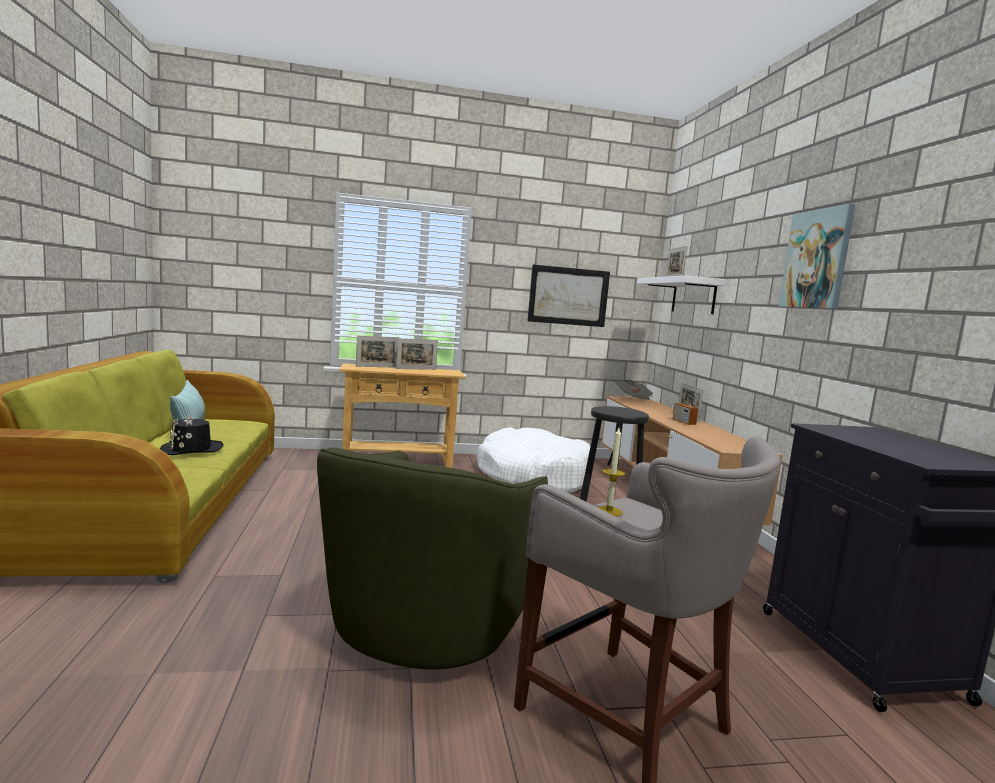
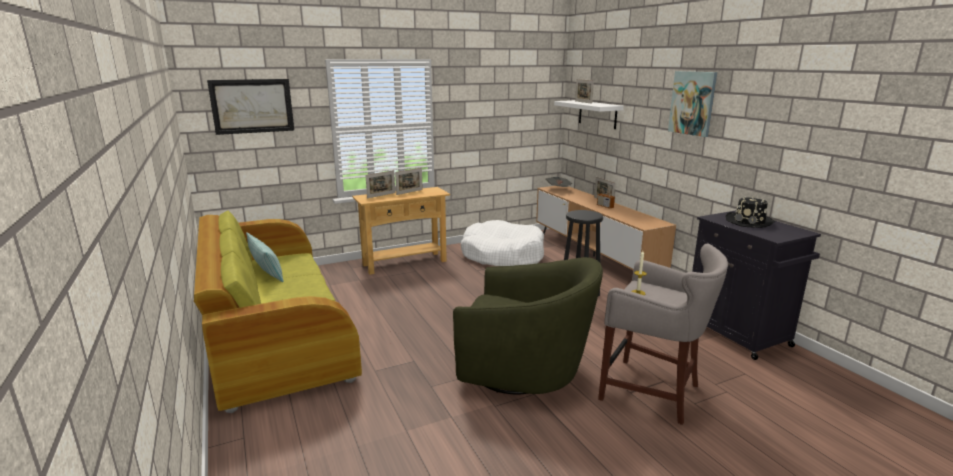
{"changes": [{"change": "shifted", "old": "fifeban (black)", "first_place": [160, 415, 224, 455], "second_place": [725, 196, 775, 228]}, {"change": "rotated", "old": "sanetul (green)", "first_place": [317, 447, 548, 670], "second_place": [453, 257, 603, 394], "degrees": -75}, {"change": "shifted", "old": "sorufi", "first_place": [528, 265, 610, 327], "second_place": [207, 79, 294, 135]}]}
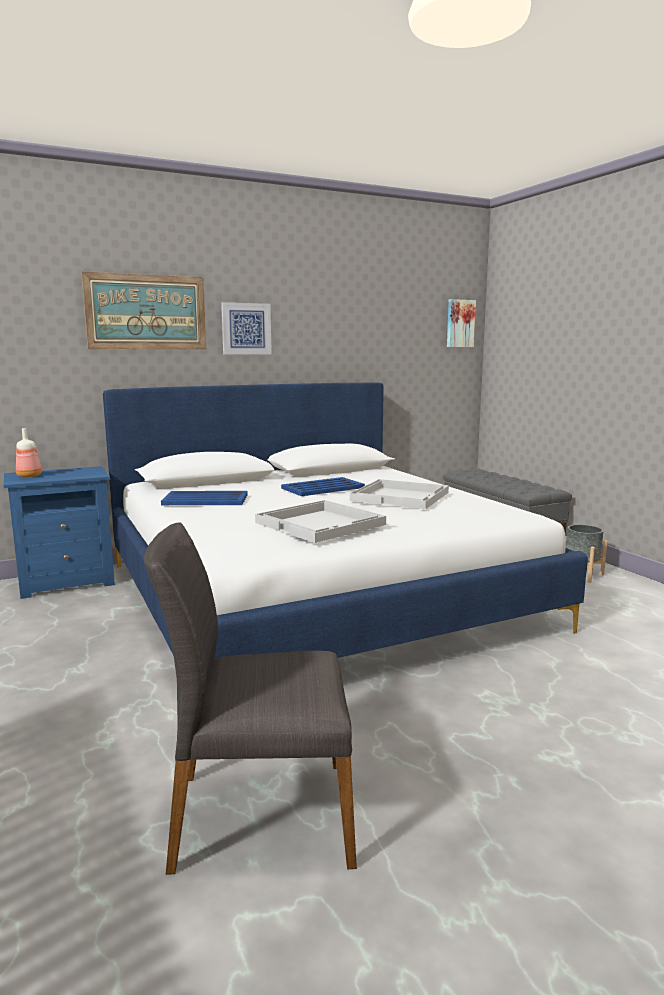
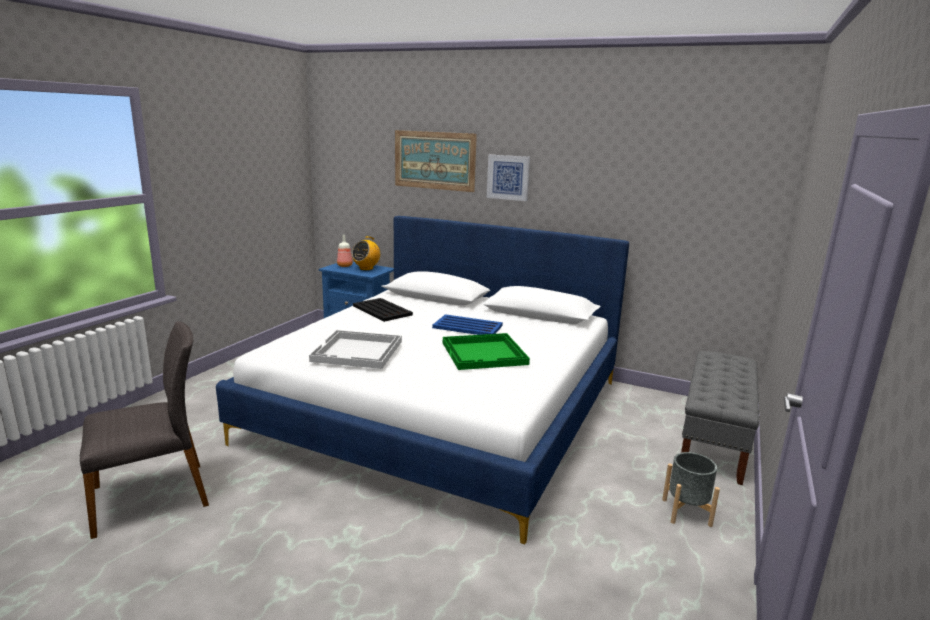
{"changes": [{"change": "rotated", "old": "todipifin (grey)", "first_place": [144, 522, 357, 875], "second_place": [80, 321, 209, 539], "degrees": 105}, {"change": "repainted", "old": "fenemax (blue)", "new": "fenemax (black)", "first_place": [161, 491, 248, 505], "second_place": [353, 298, 413, 322]}, {"change": "repainted", "old": "fenemax (white)", "new": "fenemax (green)", "first_place": [350, 479, 449, 509], "second_place": [443, 333, 530, 370]}, {"change": "gone", "old": "sorufi", "first_place": [447, 299, 476, 347]}, {"change": "new", "new": "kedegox", "second_place": [352, 236, 380, 270]}]}
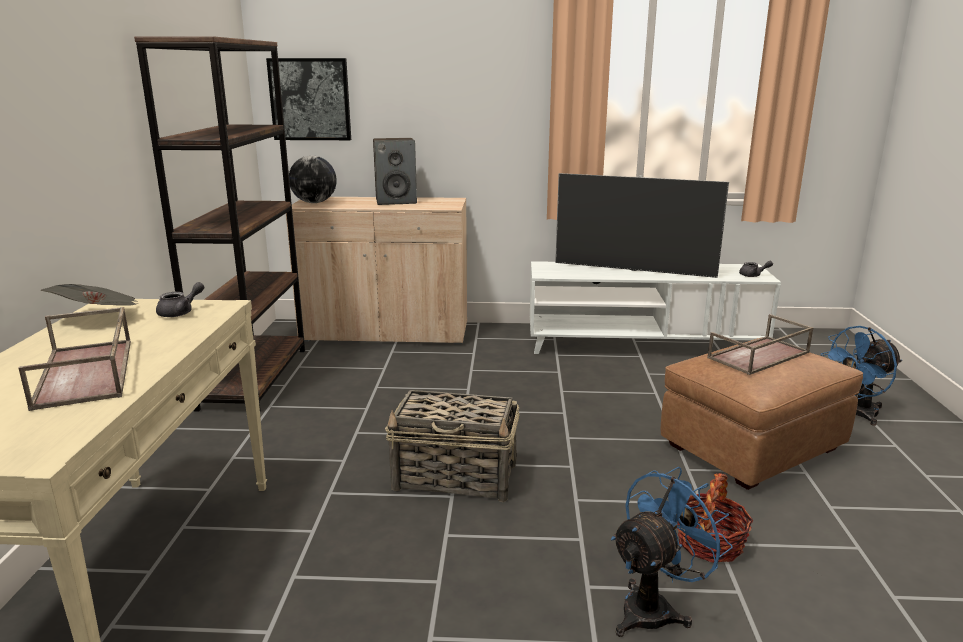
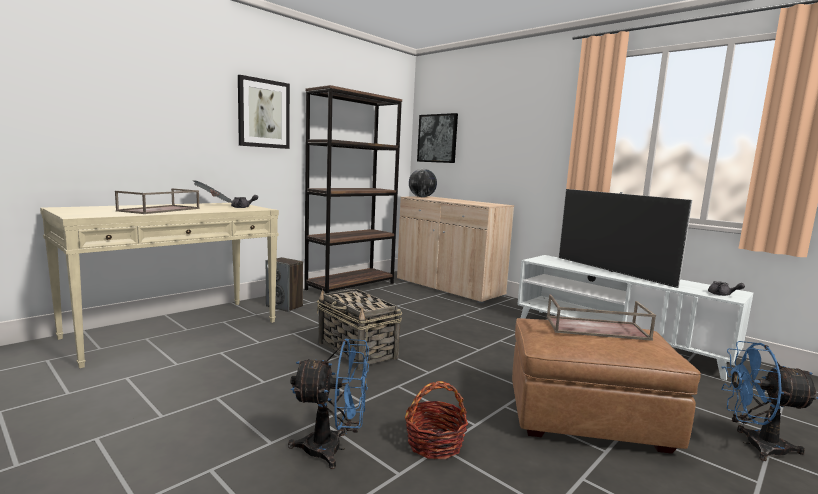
{"changes": [{"change": "shifted", "old": "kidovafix", "first_place": [373, 138, 417, 205], "second_place": [266, 257, 303, 312]}, {"change": "new", "new": "sorufi", "second_place": [238, 75, 290, 149]}]}
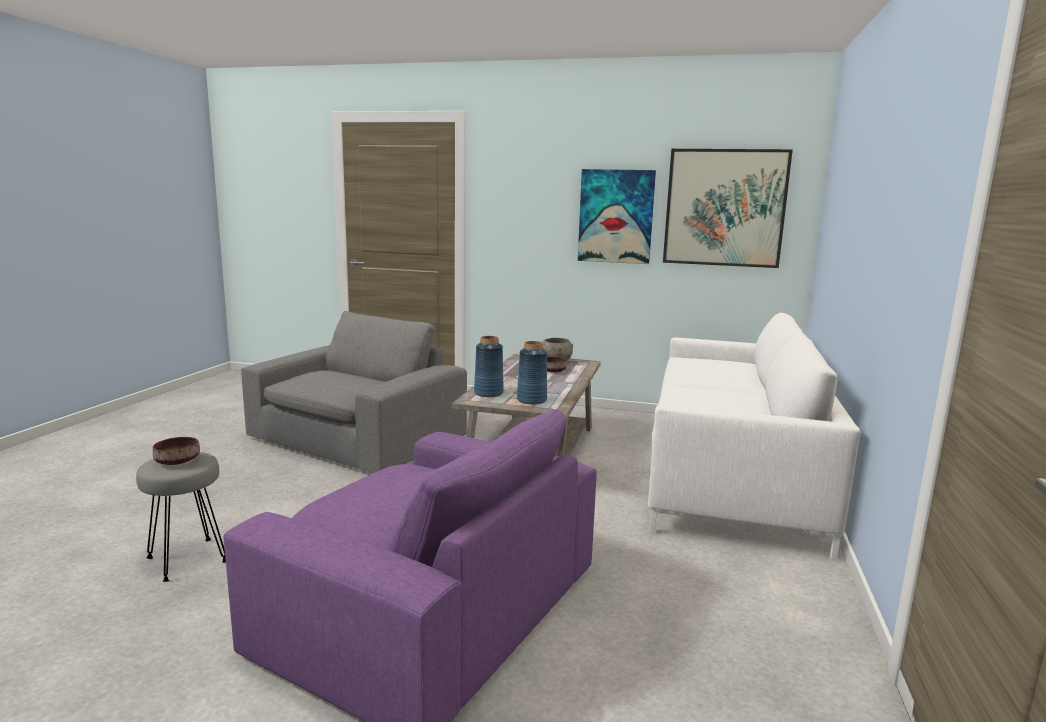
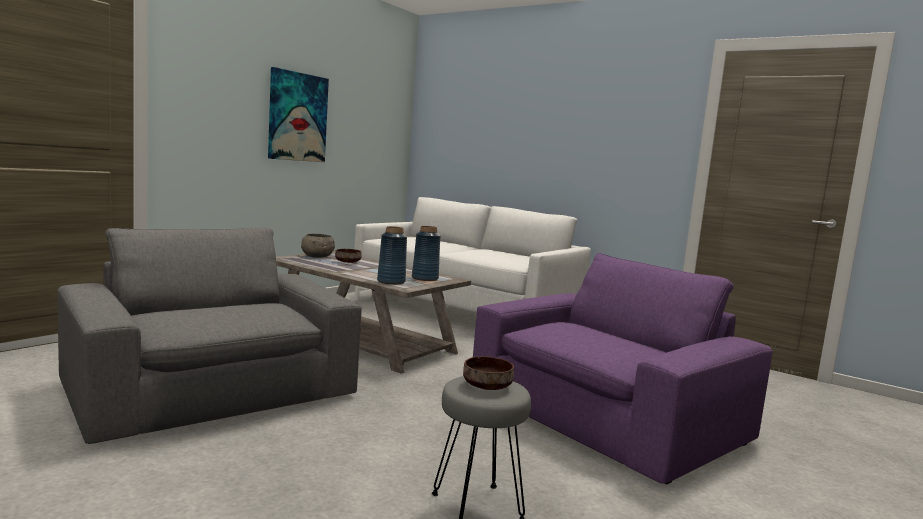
{"changes": [{"change": "gone", "old": "sorufi", "first_place": [663, 149, 793, 268]}]}
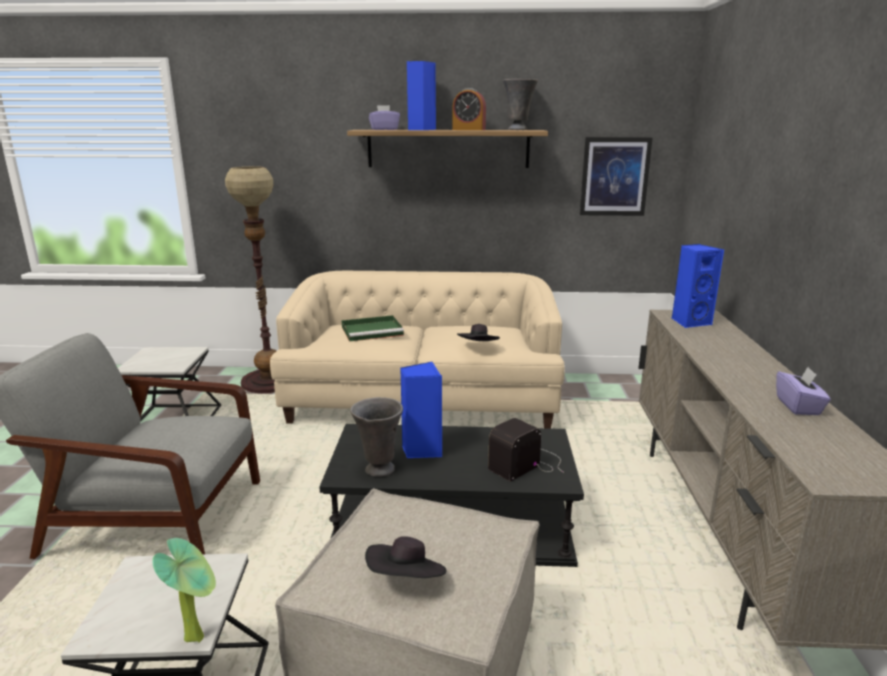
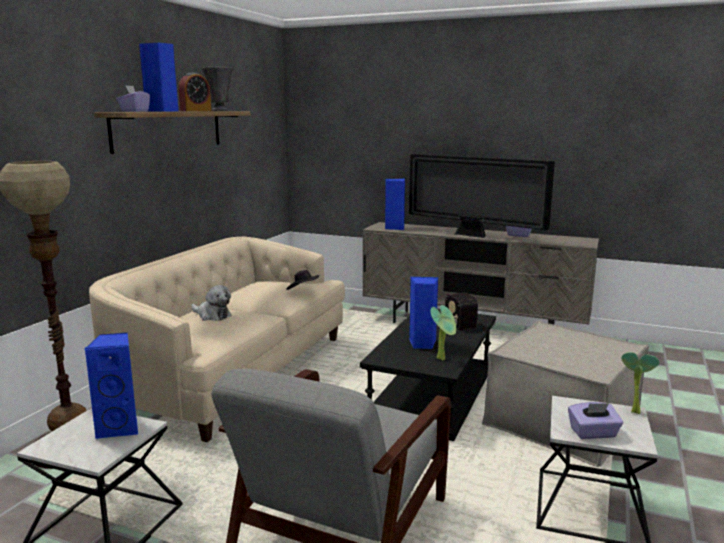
{"changes": [{"change": "swapped", "old": "fenemax (green)", "new": "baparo", "first_place": [342, 315, 404, 342], "second_place": [191, 285, 231, 321]}, {"change": "swapped", "old": "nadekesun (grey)", "new": "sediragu", "first_place": [350, 397, 403, 477], "second_place": [430, 305, 456, 361]}, {"change": "gone", "old": "fifeban (black)", "first_place": [365, 536, 446, 578]}, {"change": "gone", "old": "sorufi", "first_place": [580, 137, 653, 216]}, {"change": "new", "new": "kidovafix (blue)", "second_place": [84, 333, 138, 439]}, {"change": "new", "new": "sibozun", "second_place": [409, 154, 555, 238]}, {"change": "new", "new": "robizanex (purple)", "second_place": [568, 402, 623, 439]}]}
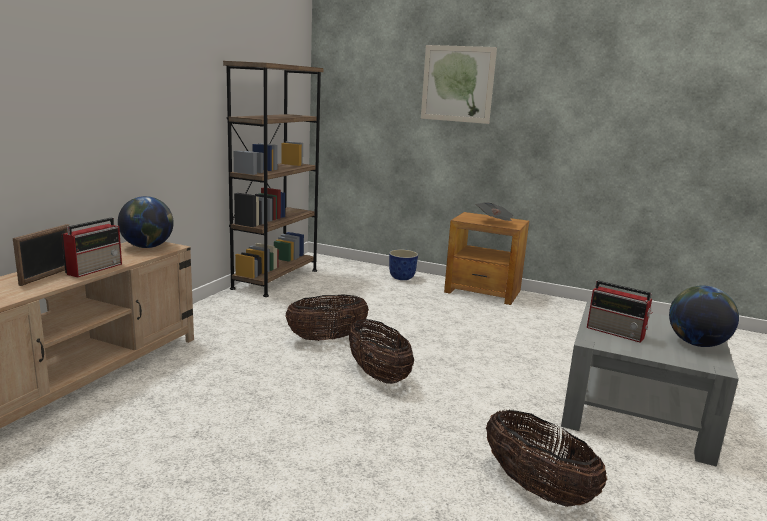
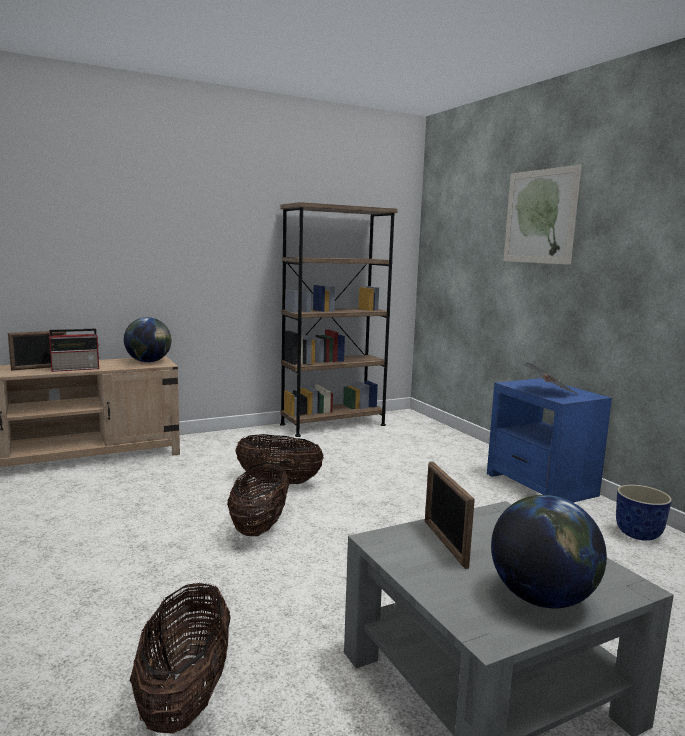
{"changes": [{"change": "shifted", "old": "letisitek", "first_place": [389, 250, 418, 280], "second_place": [616, 485, 672, 541]}, {"change": "repainted", "old": "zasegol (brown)", "new": "zasegol (blue)", "first_place": [444, 212, 529, 305], "second_place": [487, 378, 612, 503]}, {"change": "swapped", "old": "kedegox", "new": "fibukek", "first_place": [587, 281, 652, 343], "second_place": [425, 461, 475, 569]}]}
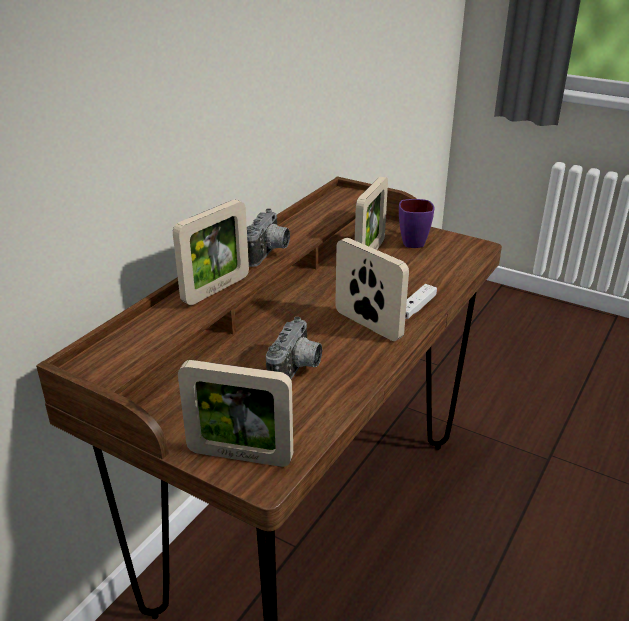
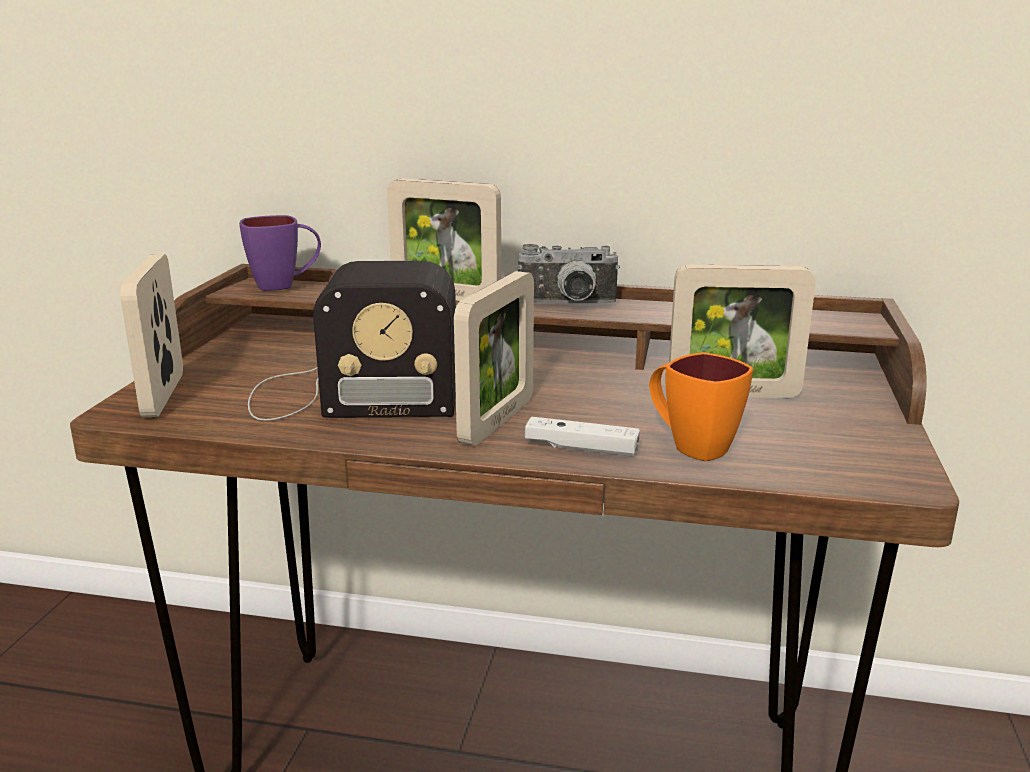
{"changes": [{"change": "swapped", "old": "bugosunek", "new": "kedegox", "first_place": [266, 317, 322, 379], "second_place": [248, 261, 456, 421]}, {"change": "shifted", "old": "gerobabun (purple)", "first_place": [399, 199, 434, 248], "second_place": [239, 215, 321, 291]}, {"change": "new", "new": "gerobabun (orange)", "second_place": [649, 352, 753, 461]}]}
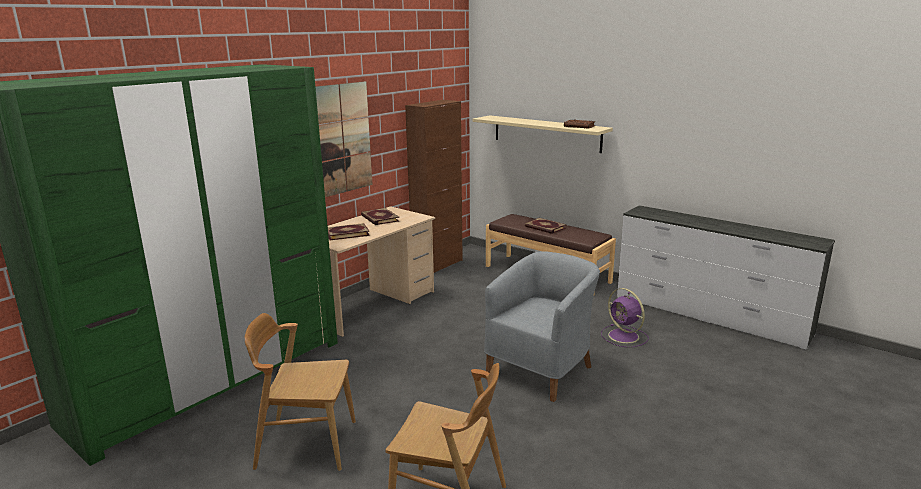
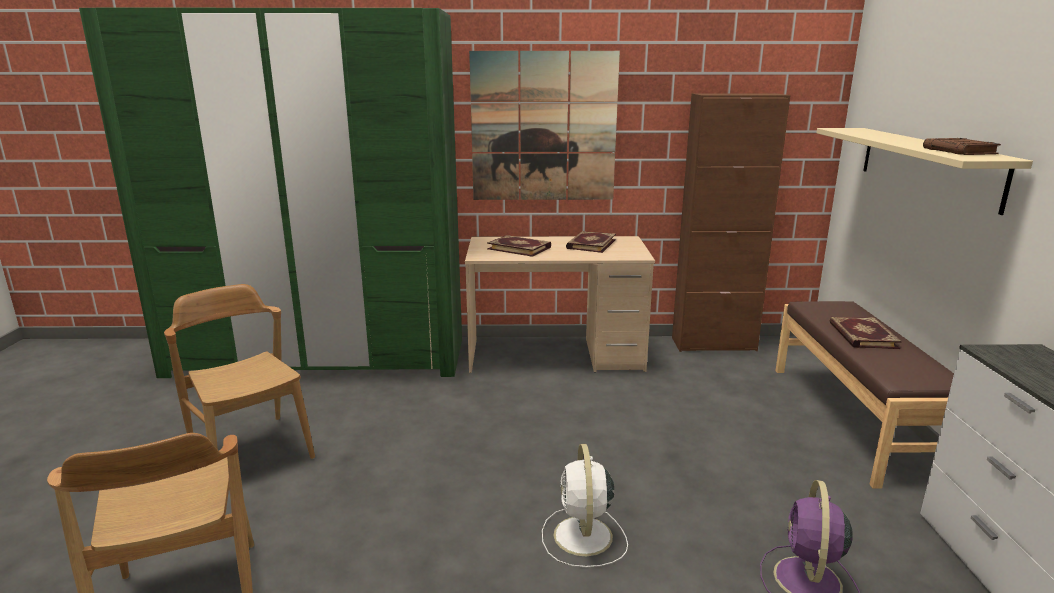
{"changes": [{"change": "swapped", "old": "sanetul (grey)", "new": "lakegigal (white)", "first_place": [484, 251, 600, 402], "second_place": [542, 444, 628, 567]}]}
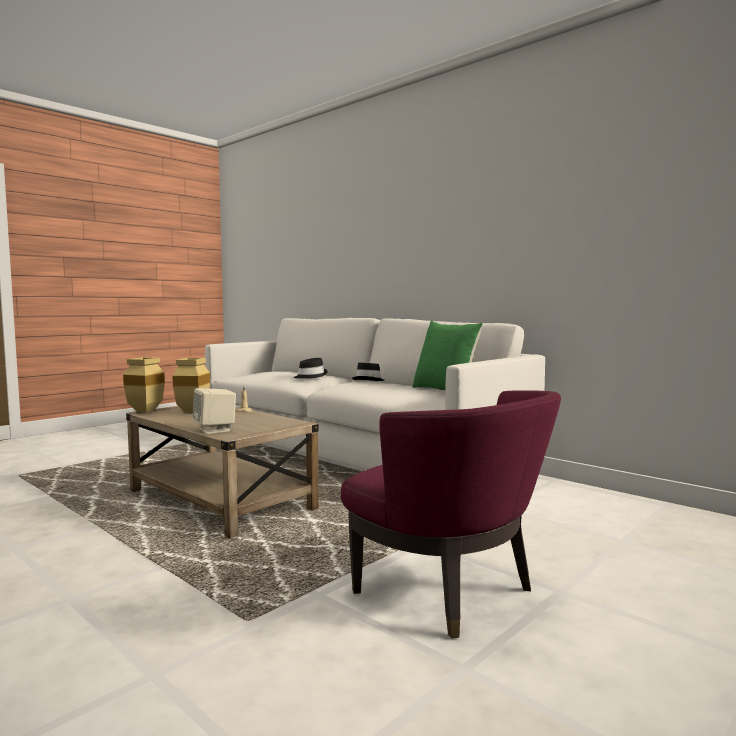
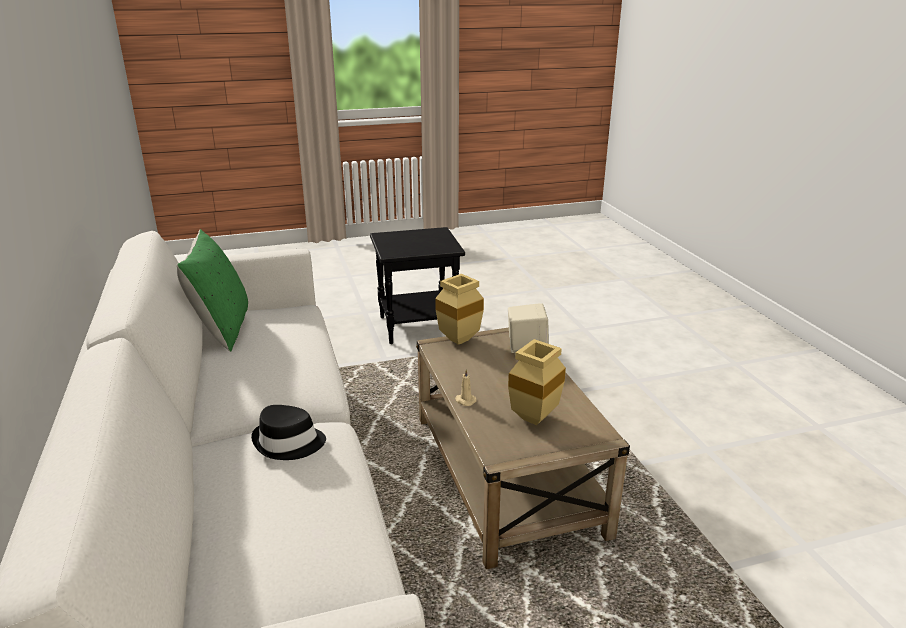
{"changes": [{"change": "shifted", "old": "nadekesun (beige)", "first_place": [123, 357, 165, 413], "second_place": [435, 274, 484, 345]}, {"change": "swapped", "old": "sanetul (purple)", "new": "zasegol (black)", "first_place": [341, 390, 561, 639], "second_place": [370, 227, 465, 344]}, {"change": "gone", "old": "fifeban (black)", "first_place": [352, 363, 384, 381]}]}
